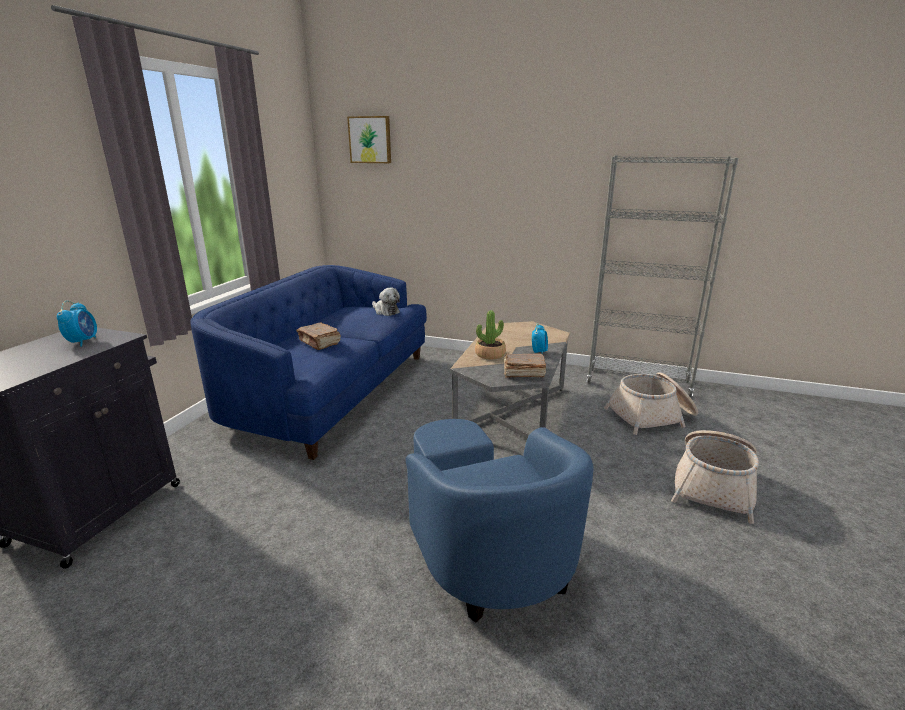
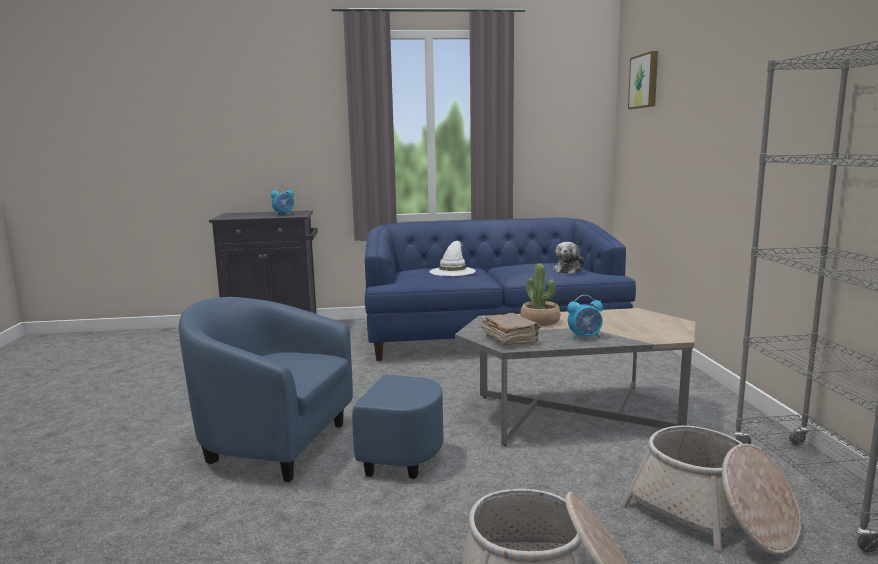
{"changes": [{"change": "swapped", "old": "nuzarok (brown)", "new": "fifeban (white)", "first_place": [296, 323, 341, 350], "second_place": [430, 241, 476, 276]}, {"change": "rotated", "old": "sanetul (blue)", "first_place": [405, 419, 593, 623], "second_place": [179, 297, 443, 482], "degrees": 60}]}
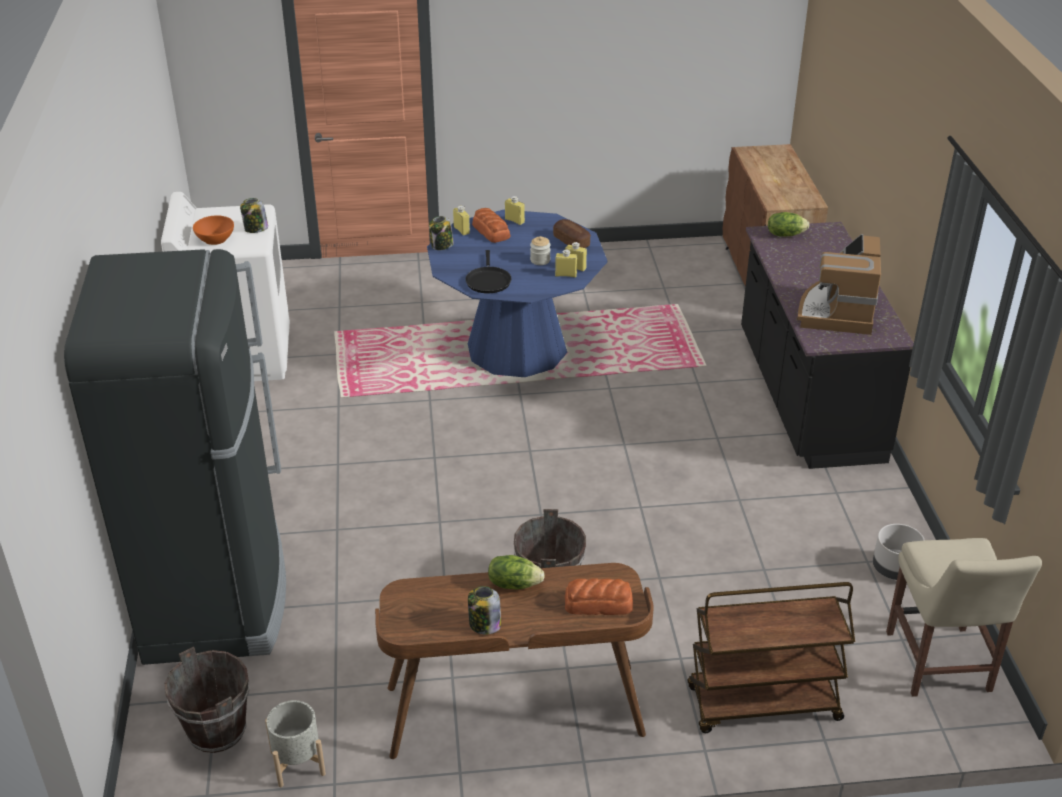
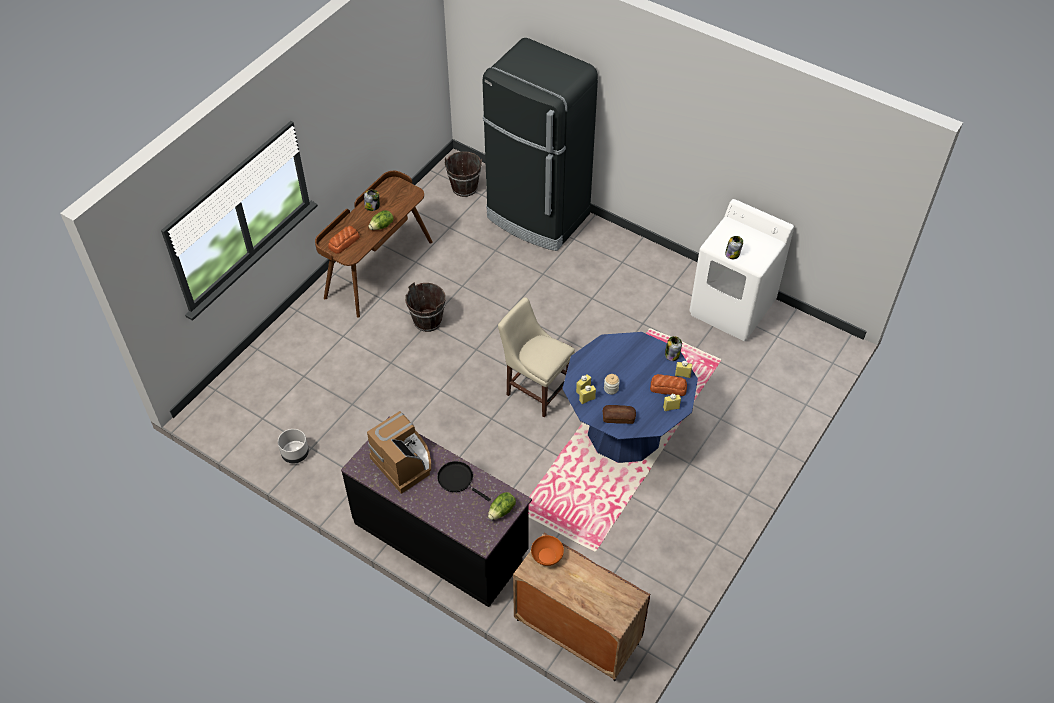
{"changes": [{"change": "shifted", "old": "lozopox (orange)", "first_place": [193, 216, 234, 245], "second_place": [531, 535, 564, 566]}, {"change": "gone", "old": "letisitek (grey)", "first_place": [265, 700, 326, 787]}, {"change": "shifted", "old": "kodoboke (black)", "first_place": [465, 250, 511, 293], "second_place": [437, 461, 490, 501]}, {"change": "gone", "old": "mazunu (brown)", "first_place": [688, 582, 855, 733]}, {"change": "shifted", "old": "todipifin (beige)", "first_place": [886, 538, 1042, 697], "second_place": [498, 297, 575, 418]}]}
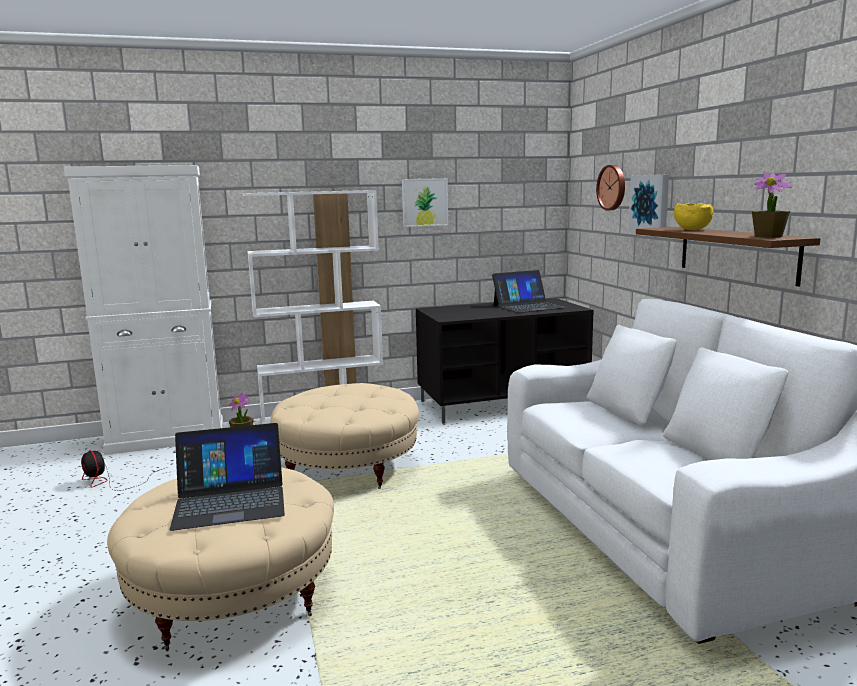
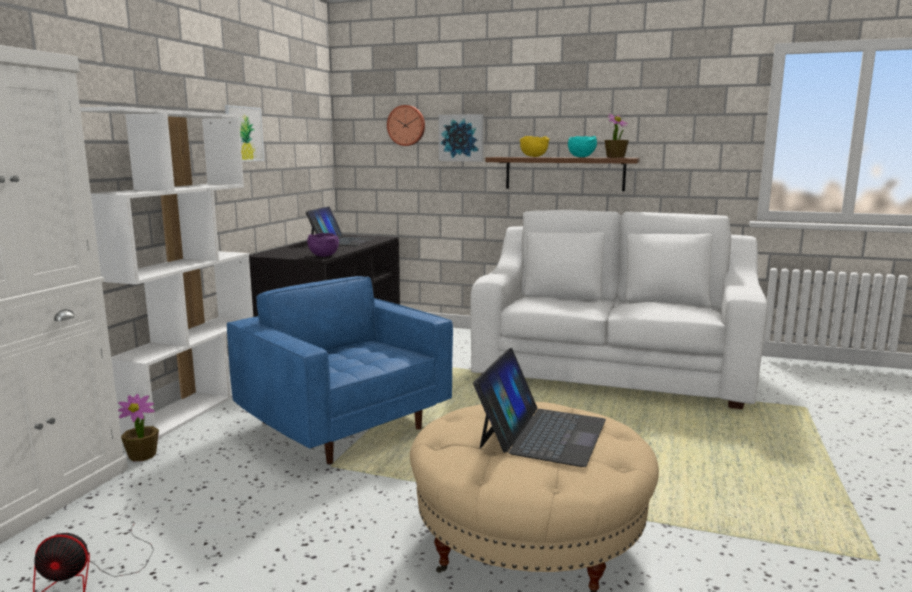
{"changes": [{"change": "swapped", "old": "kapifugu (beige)", "new": "sanetul (blue)", "first_place": [270, 383, 419, 489], "second_place": [227, 276, 453, 465]}, {"change": "new", "new": "lozopox (purple)", "second_place": [307, 233, 339, 257]}, {"change": "new", "new": "lozopox (turquoise)", "second_place": [568, 136, 597, 157]}]}
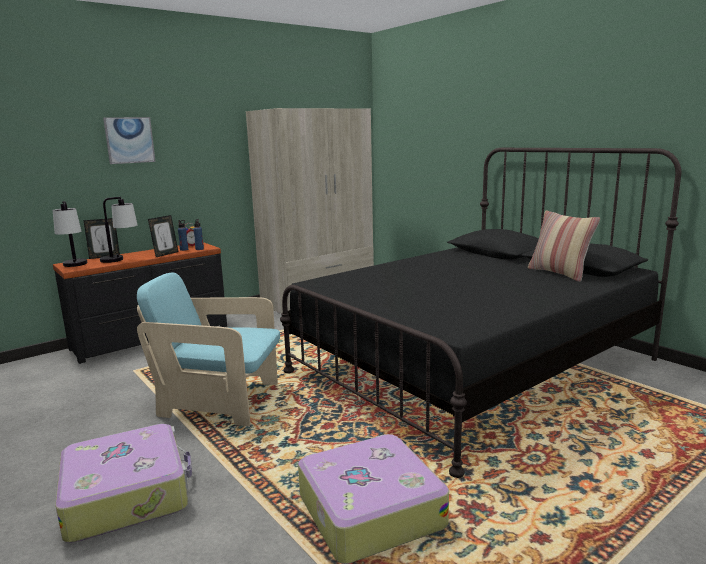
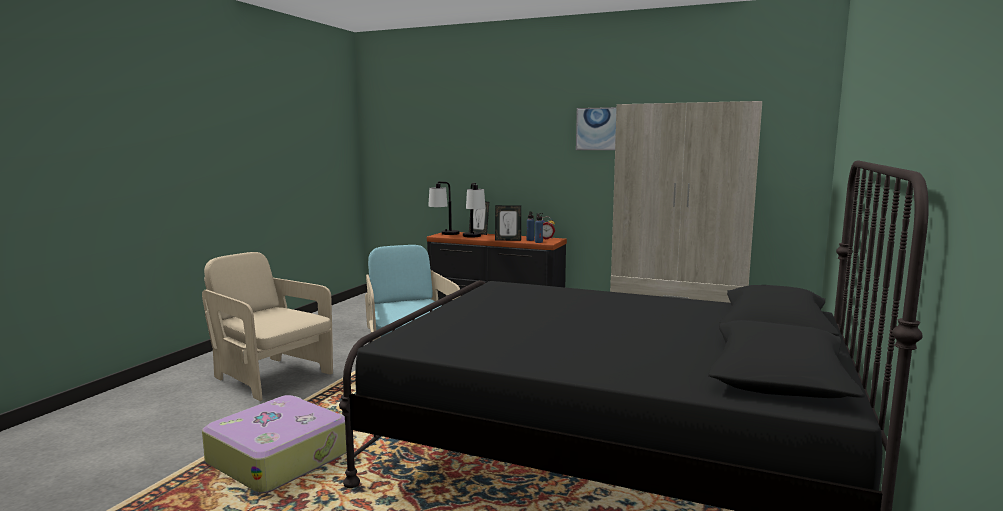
{"changes": [{"change": "swapped", "old": "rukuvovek", "new": "sanetul (beige)", "first_place": [55, 424, 192, 543], "second_place": [202, 252, 333, 401]}, {"change": "shifted", "old": "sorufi", "first_place": [103, 117, 156, 164], "second_place": [576, 107, 617, 150]}, {"change": "gone", "old": "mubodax", "first_place": [528, 211, 600, 282]}]}
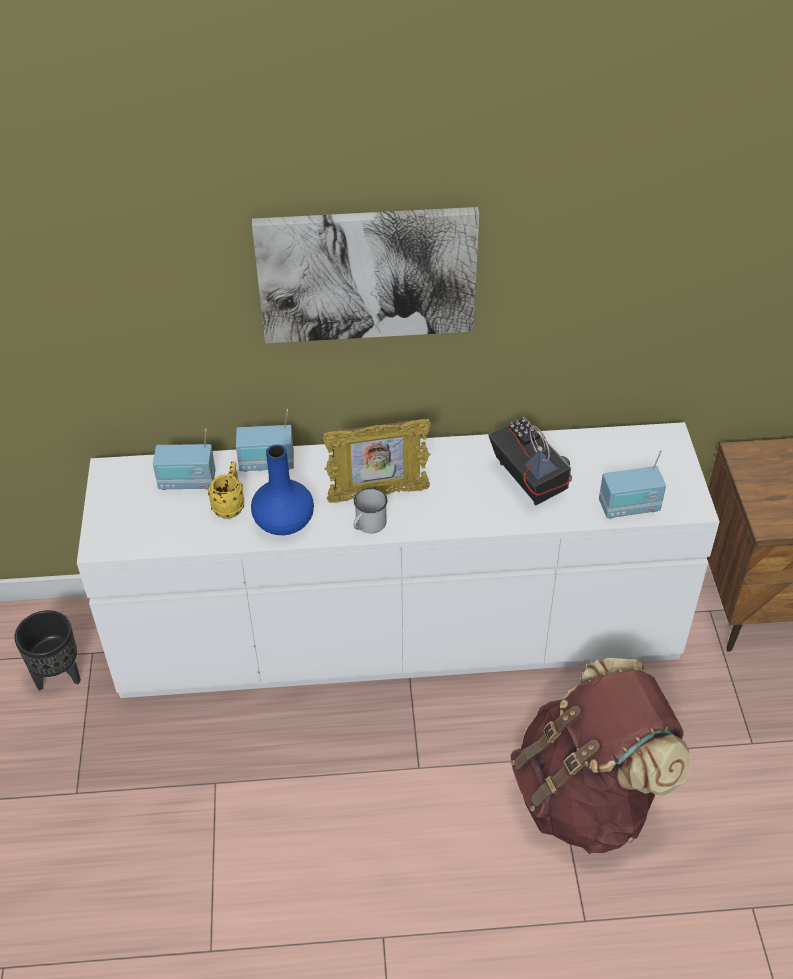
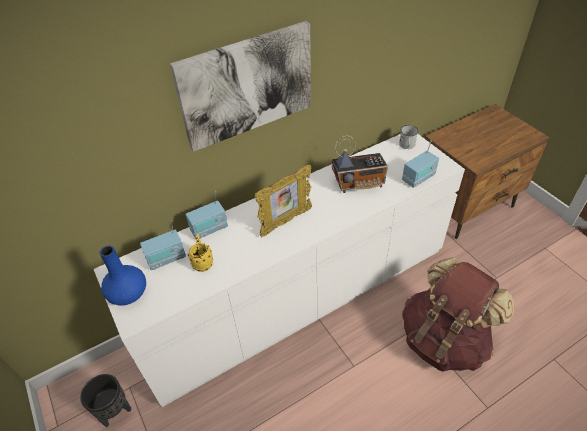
{"changes": [{"change": "shifted", "old": "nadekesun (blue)", "first_place": [251, 444, 314, 535], "second_place": [100, 246, 146, 306]}, {"change": "shifted", "old": "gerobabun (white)", "first_place": [353, 488, 387, 533], "second_place": [399, 125, 419, 149]}, {"change": "rotated", "old": "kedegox", "first_place": [488, 417, 572, 506], "second_place": [332, 135, 388, 193], "degrees": 135}]}
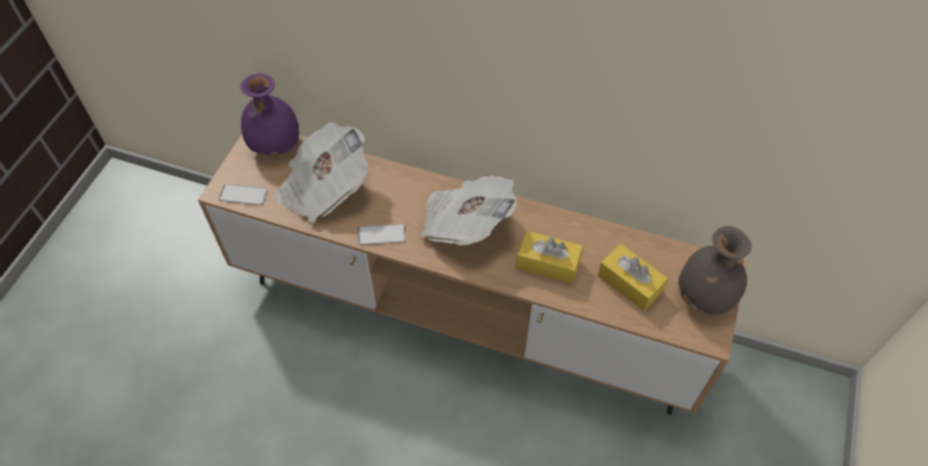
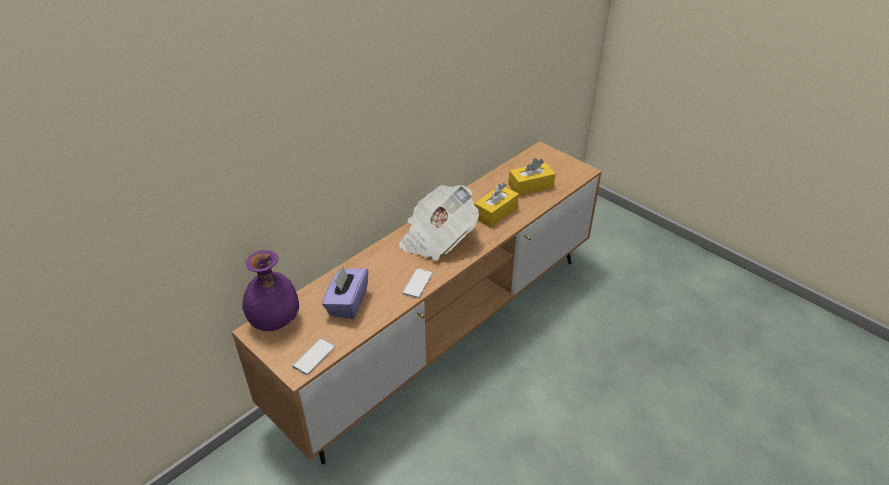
{"changes": [{"change": "swapped", "old": "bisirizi", "new": "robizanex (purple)", "first_place": [275, 122, 368, 223], "second_place": [322, 266, 368, 319]}, {"change": "gone", "old": "nadekesun (grey)", "first_place": [678, 226, 752, 315]}]}
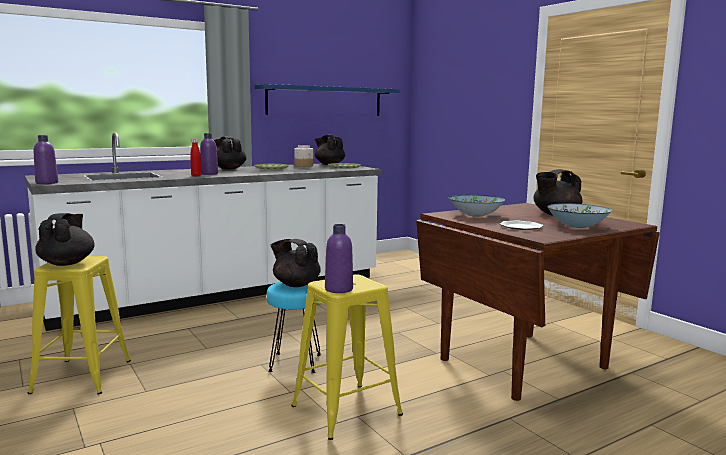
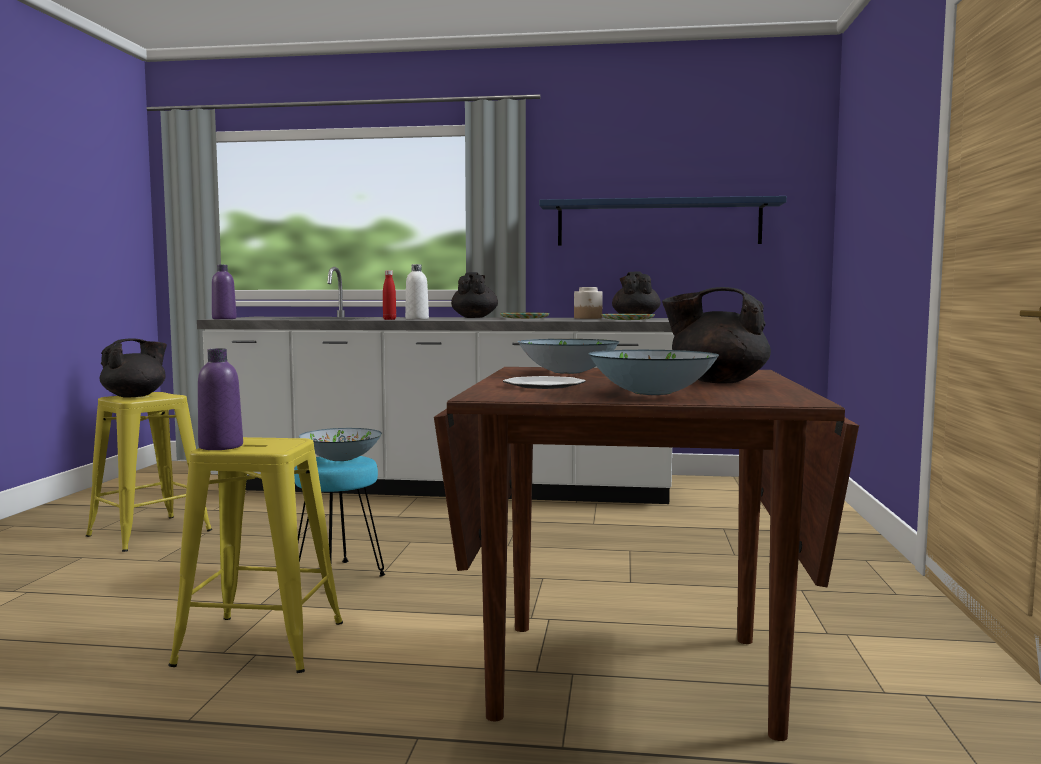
{"changes": [{"change": "repainted", "old": "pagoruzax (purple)", "new": "pagoruzax (white)", "first_place": [200, 133, 218, 175], "second_place": [405, 264, 429, 320]}, {"change": "swapped", "old": "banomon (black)", "new": "lozopox", "first_place": [270, 239, 321, 287], "second_place": [299, 428, 382, 461]}]}
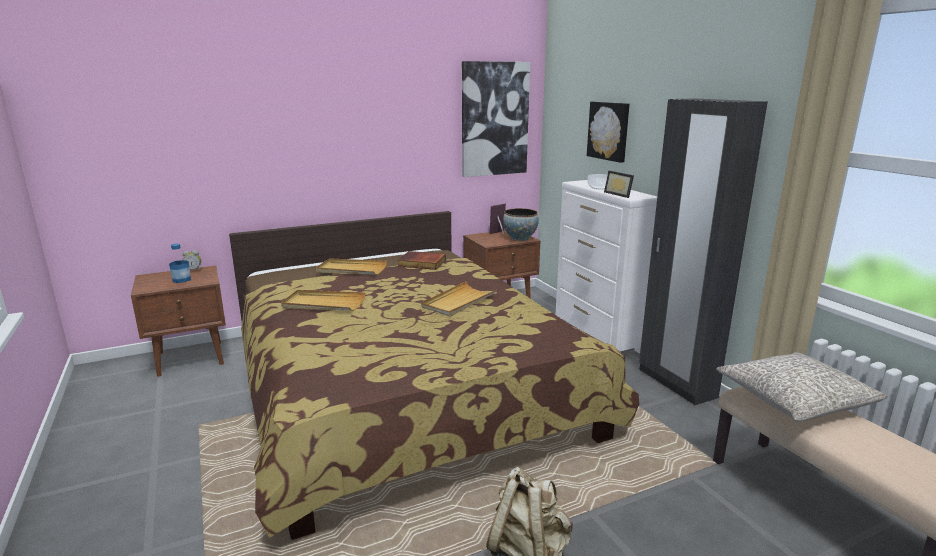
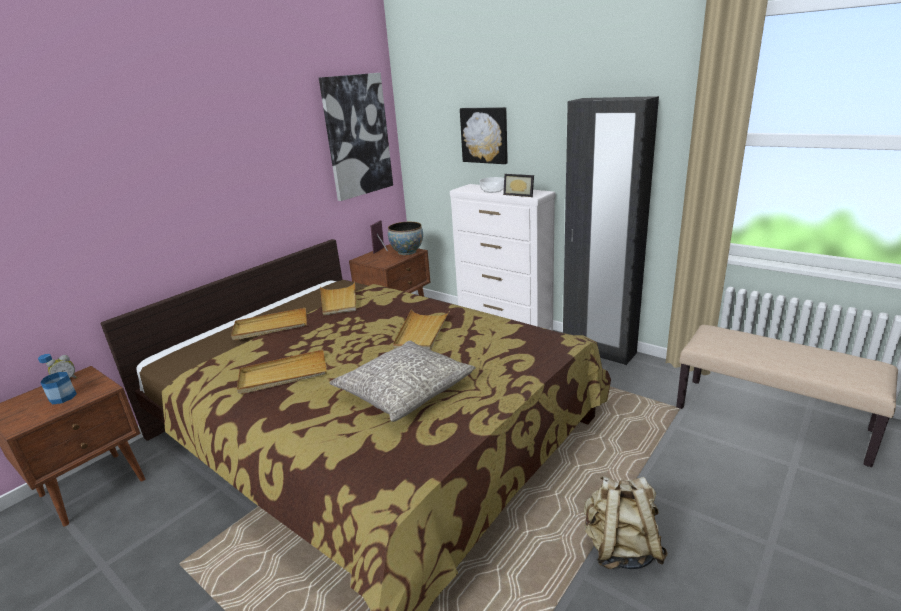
{"changes": [{"change": "swapped", "old": "nuzarok", "new": "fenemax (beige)", "first_place": [398, 251, 446, 270], "second_place": [320, 282, 356, 316]}, {"change": "shifted", "old": "mubodax (grey)", "first_place": [716, 352, 888, 422], "second_place": [330, 340, 476, 422]}]}
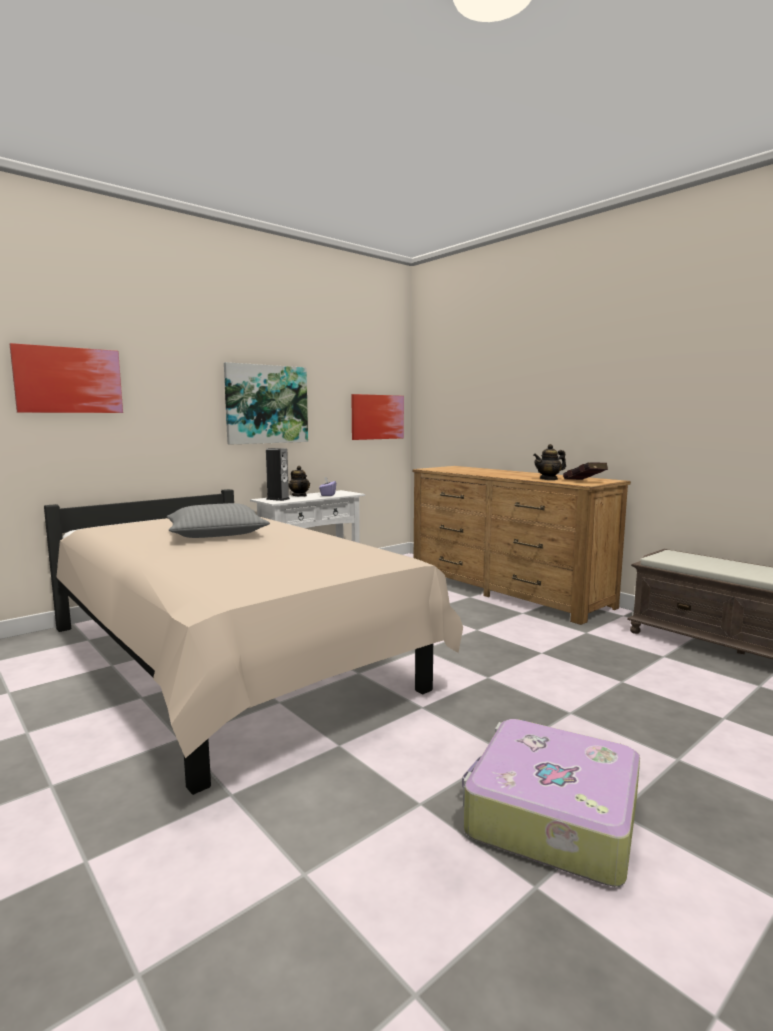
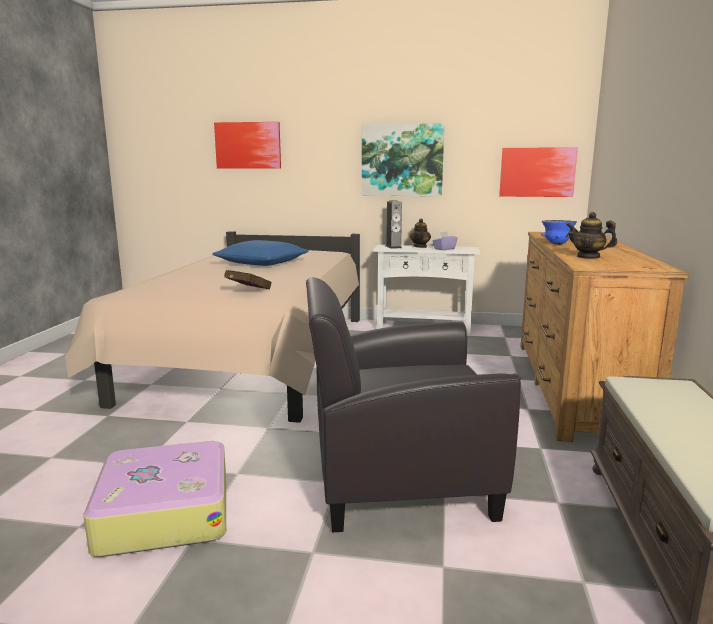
{"changes": [{"change": "repainted", "old": "mubodax (grey)", "new": "mubodax (blue)", "first_place": [167, 503, 270, 538], "second_place": [213, 240, 309, 266]}, {"change": "shifted", "old": "nuzarok (red)", "first_place": [563, 462, 608, 480], "second_place": [224, 270, 272, 289]}, {"change": "new", "new": "sanetul (black)", "second_place": [306, 277, 521, 532]}, {"change": "new", "new": "lozopox (blue)", "second_place": [541, 220, 577, 245]}]}
